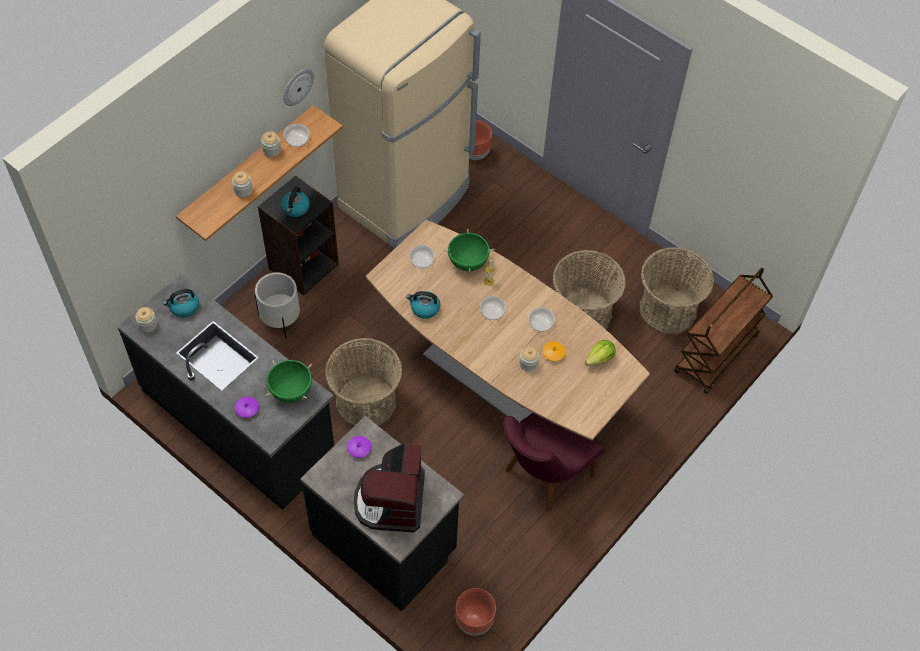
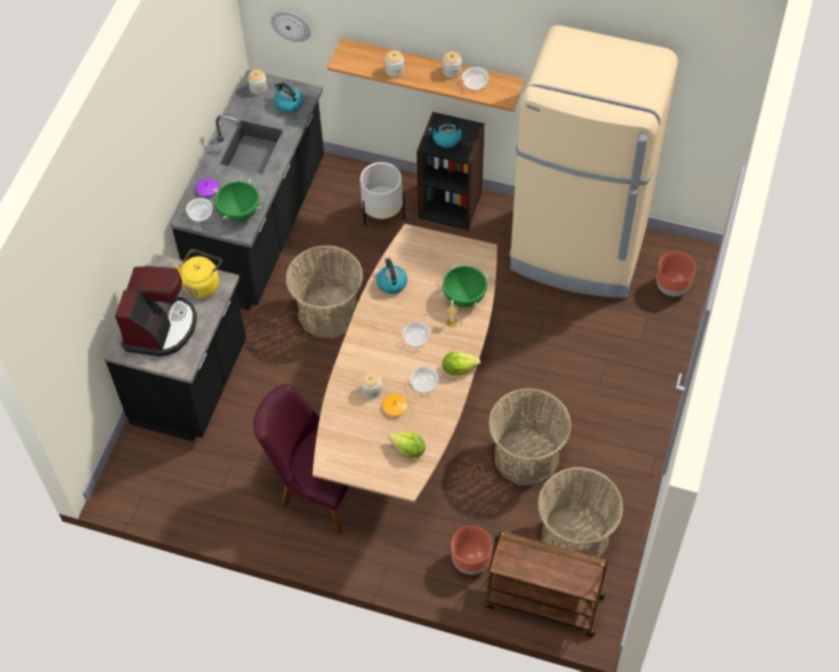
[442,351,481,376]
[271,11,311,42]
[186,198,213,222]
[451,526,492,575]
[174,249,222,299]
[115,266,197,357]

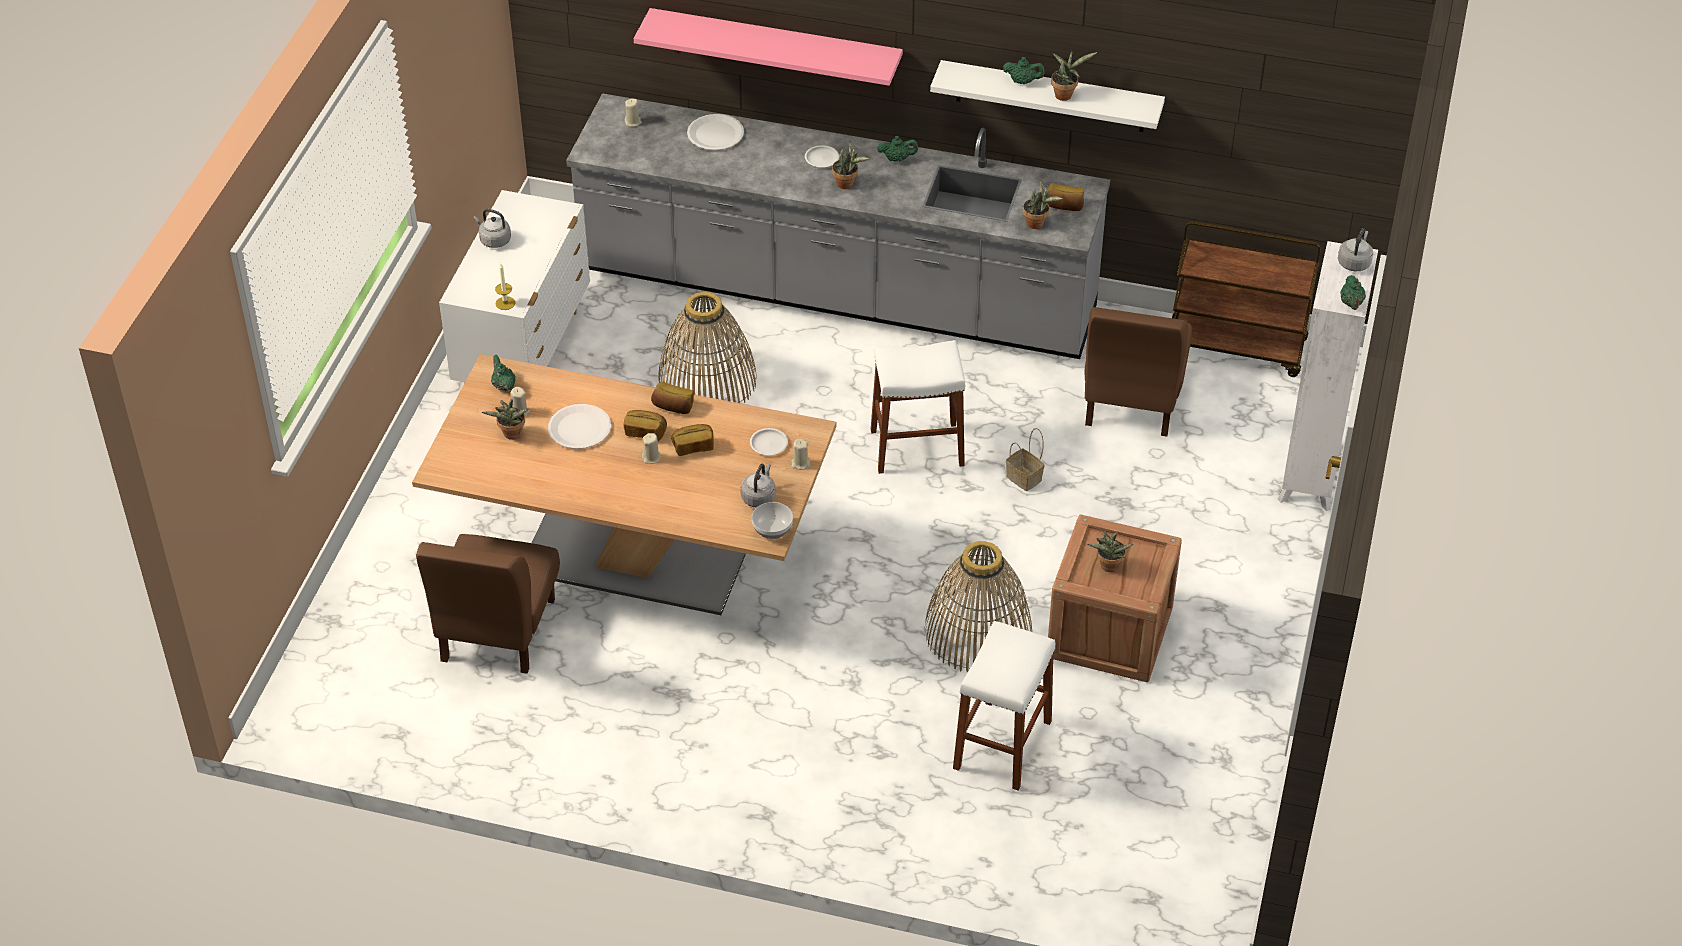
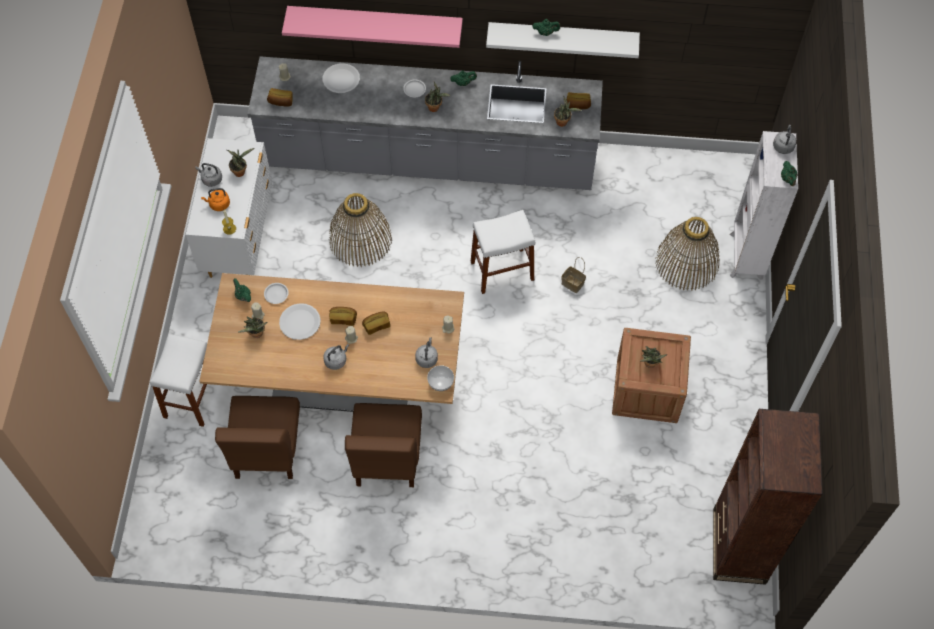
[1172,221,1321,377] (first image)
[201,188,230,211]
[323,344,349,370]
[713,409,823,585]
[267,88,293,107]
[264,283,289,304]
[656,217,720,291]
[150,334,207,427]
[227,148,254,177]
[345,403,422,487]

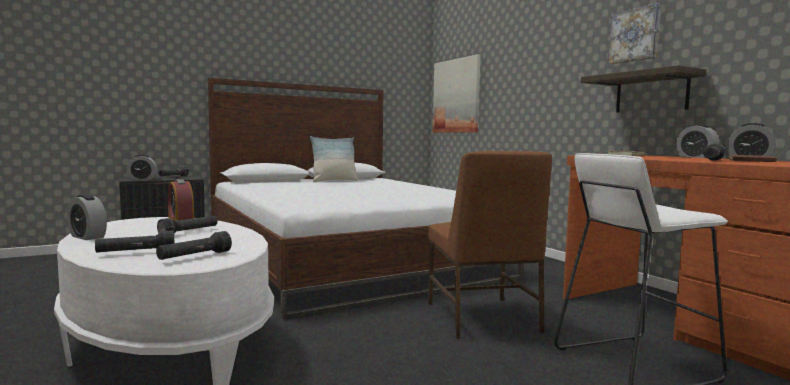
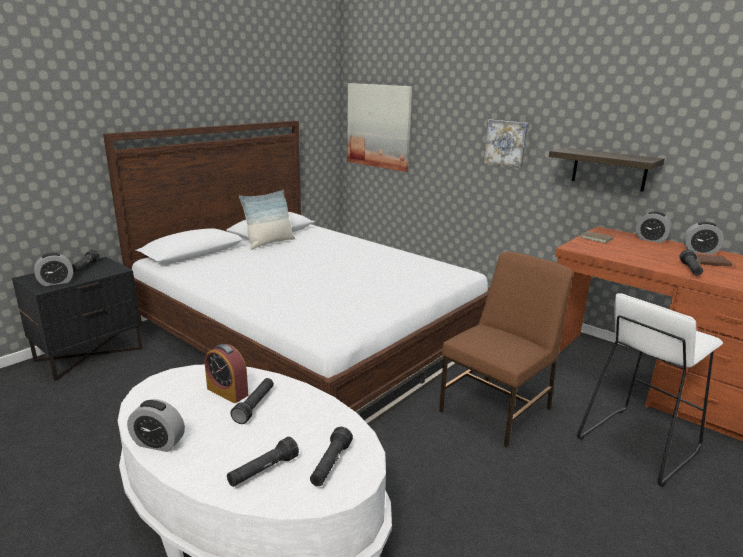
[483,120,529,168]
[439,251,573,447]

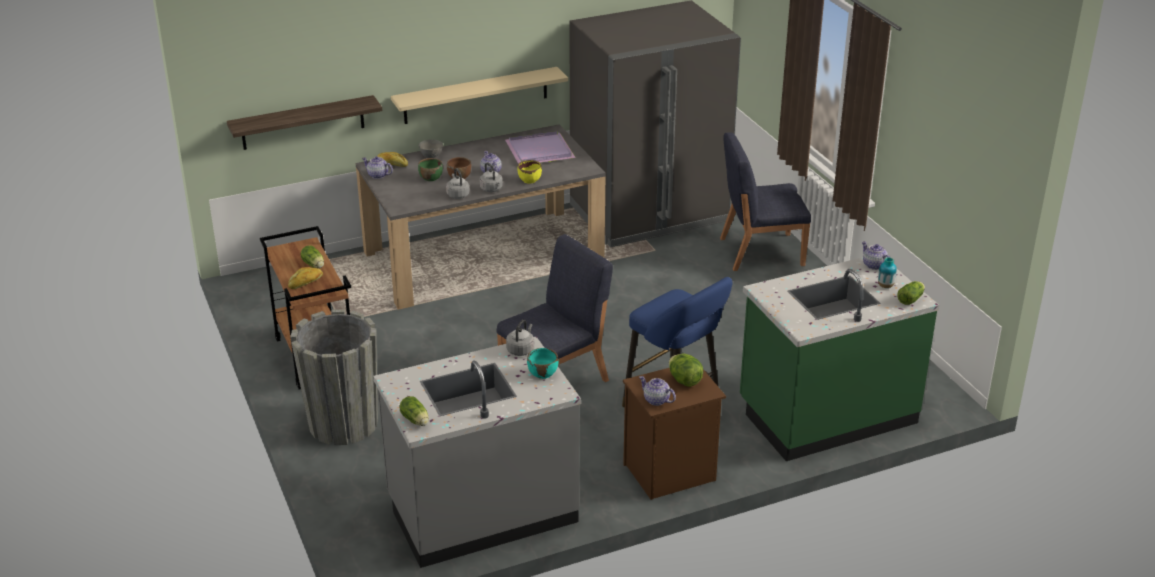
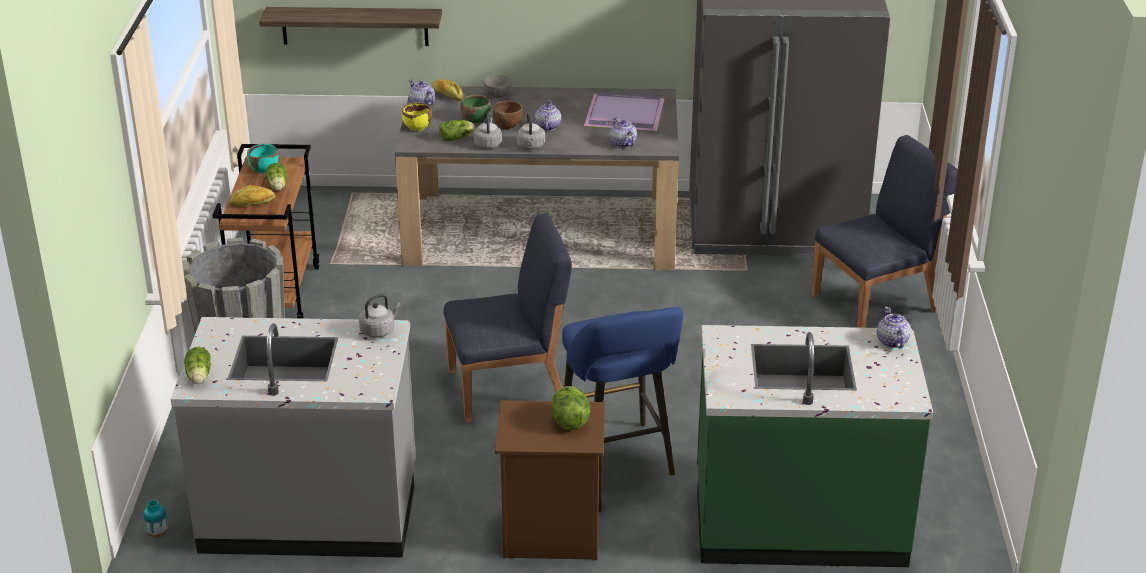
[391,67,568,124] (first image)
[402,102,432,131]
[247,144,279,173]
[610,117,637,148]
[143,499,168,538]
[439,120,475,141]
[811,135,958,328]

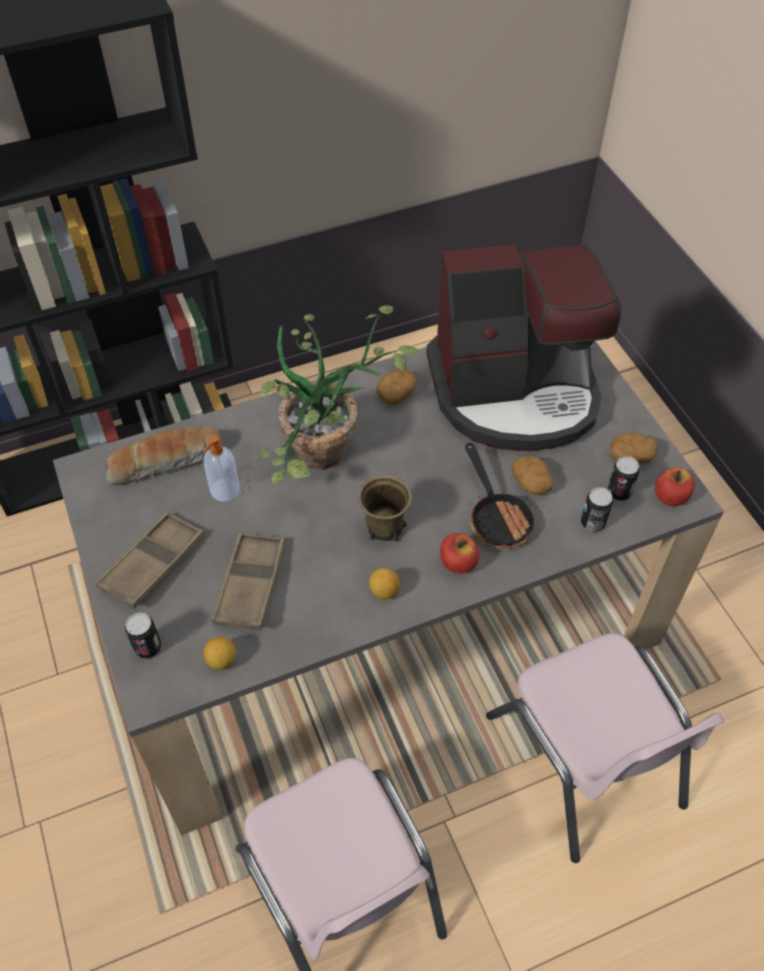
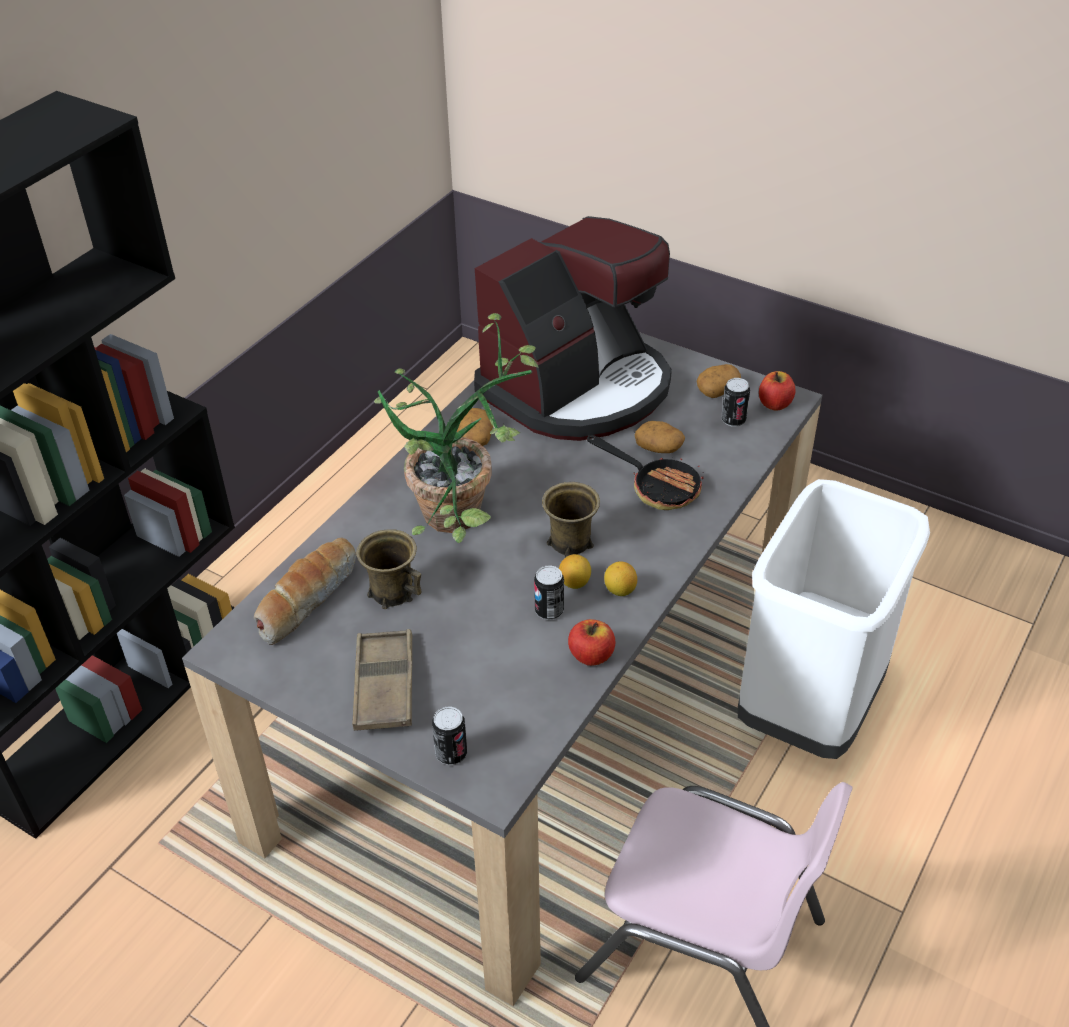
[212,532,286,630] (first image)
[559,554,591,589]
[568,619,615,666]
[534,565,564,620]
[356,529,422,609]
[738,479,930,759]

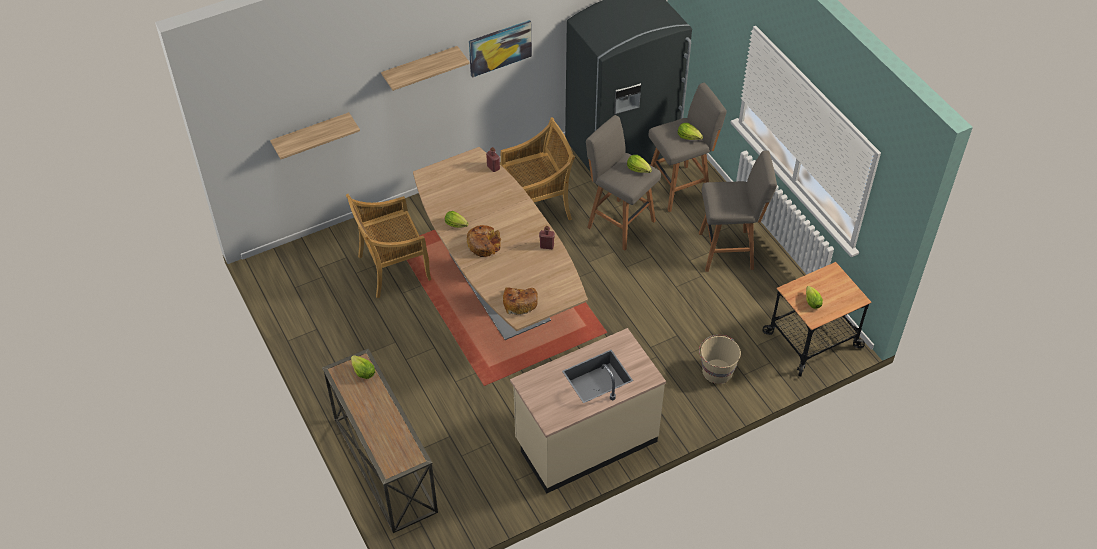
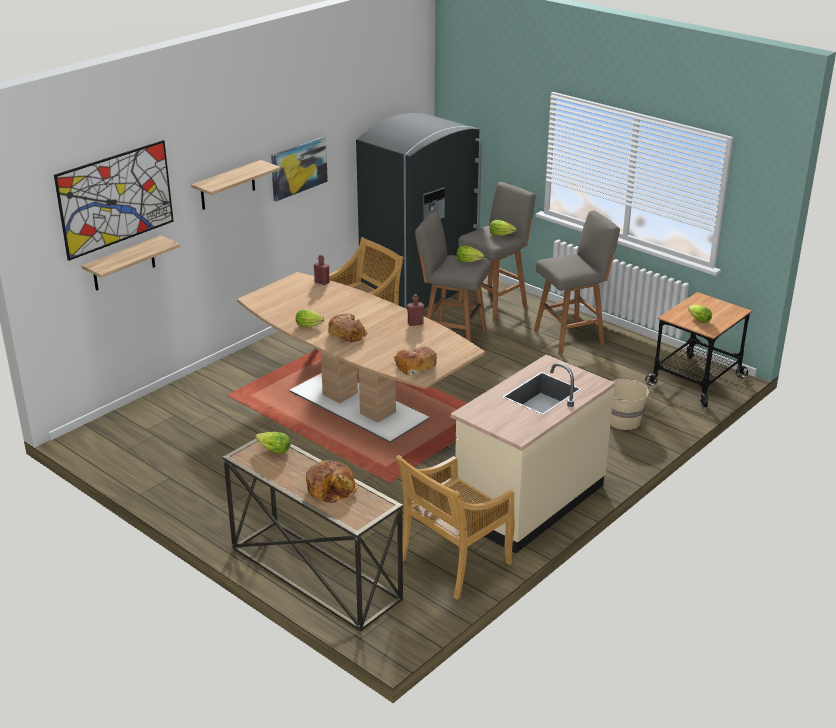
[54,140,174,261]
[306,460,357,503]
[396,455,515,600]

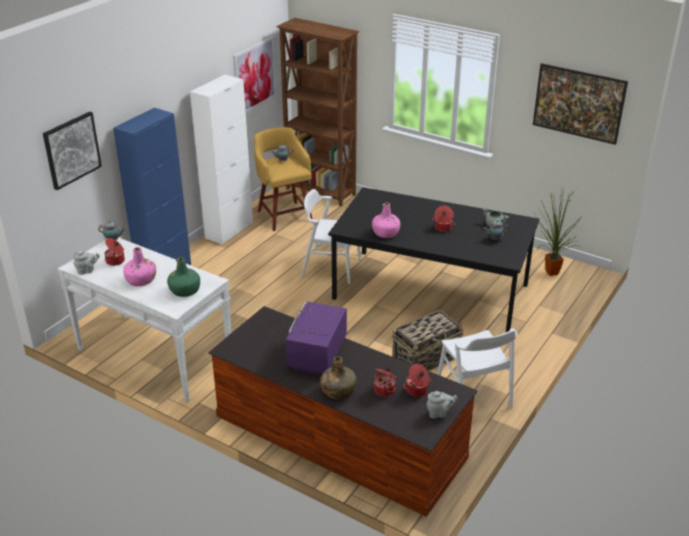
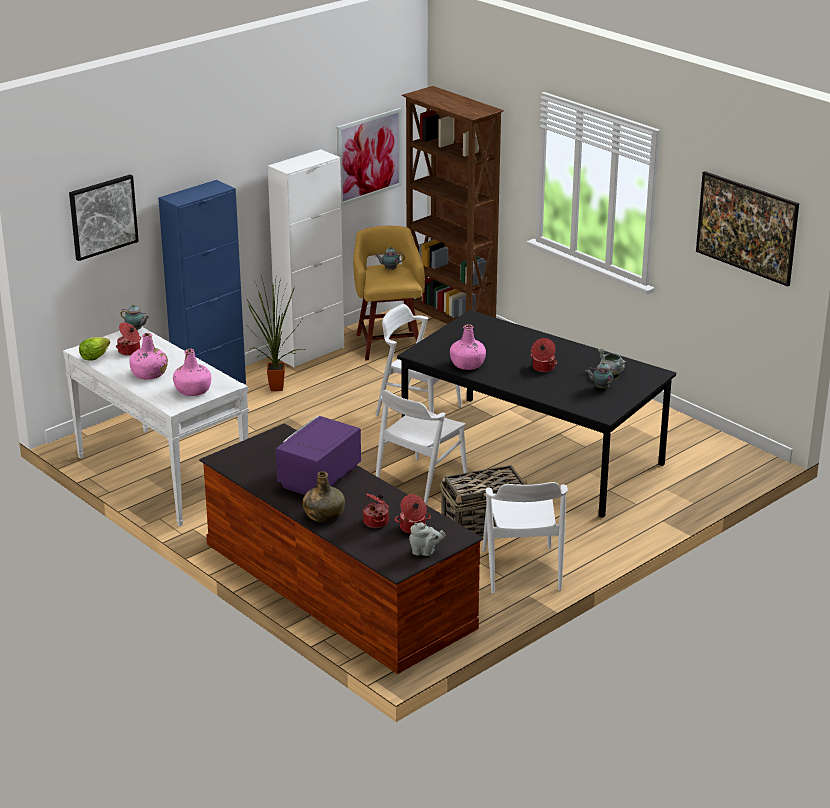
[376,390,467,505]
[246,276,305,391]
[79,337,110,361]
[173,349,211,396]

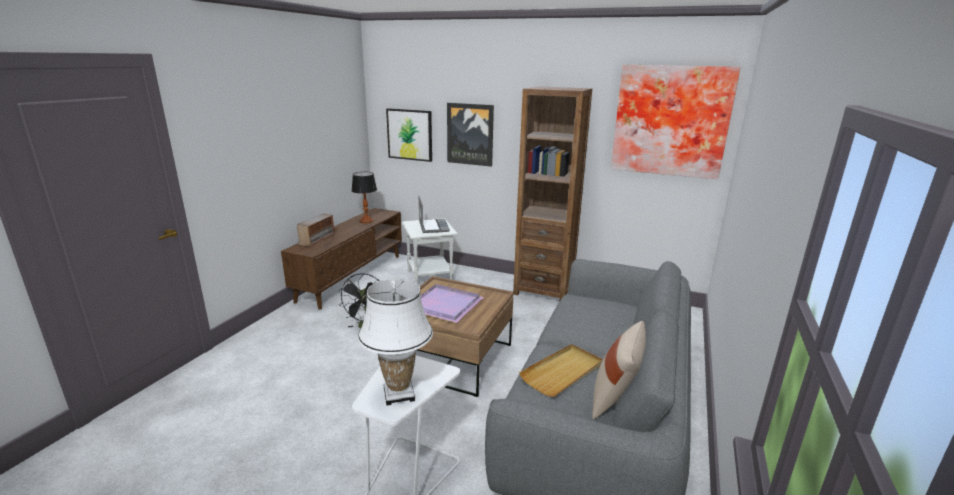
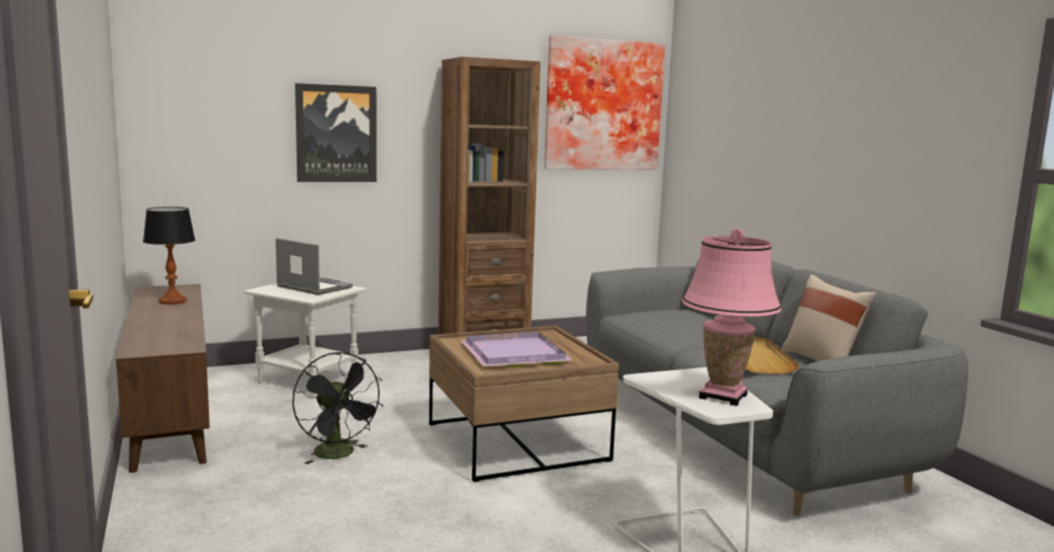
[297,214,336,247] (first image)
[386,108,432,162] (first image)
[682,228,782,406]

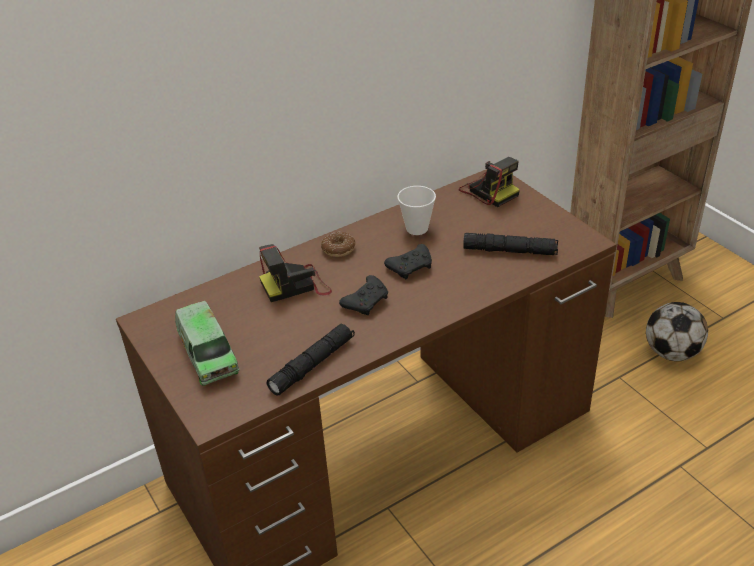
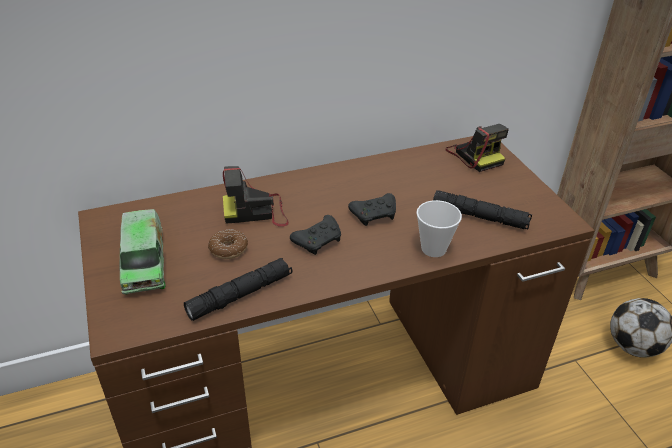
[208,229,248,259]
[417,200,462,257]

